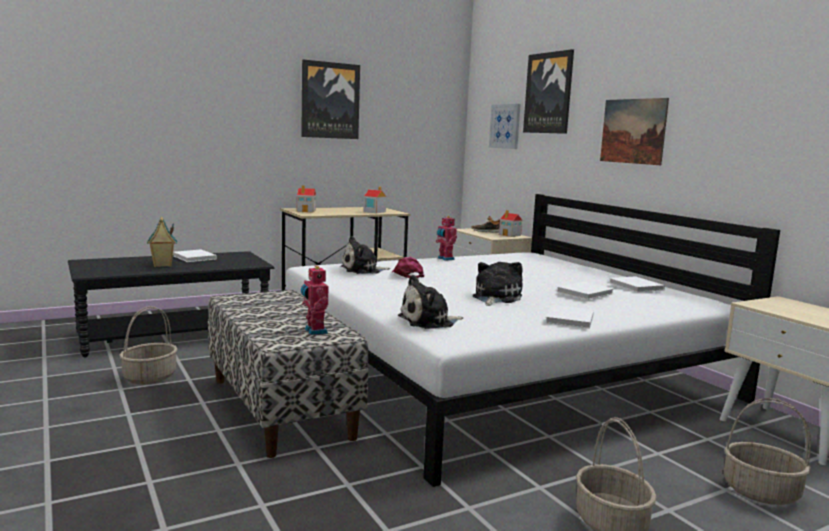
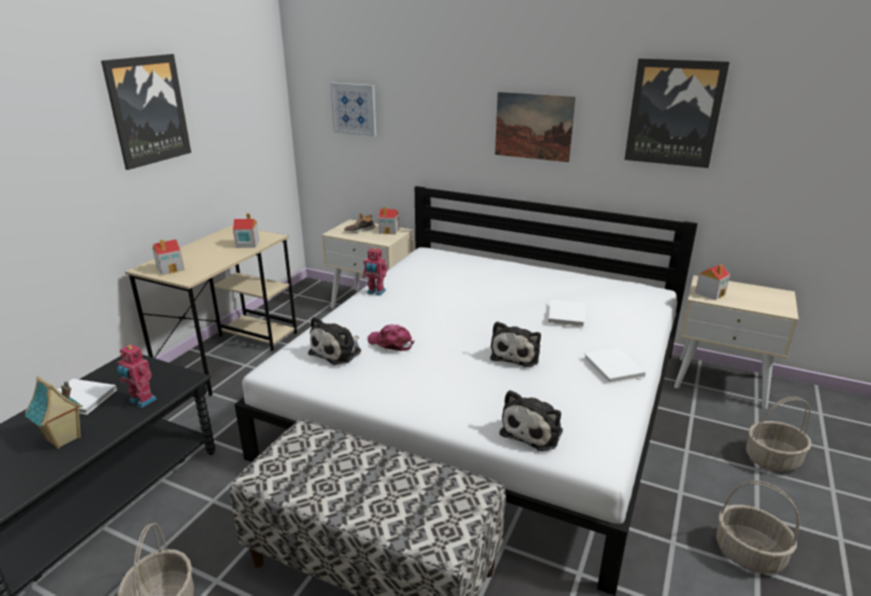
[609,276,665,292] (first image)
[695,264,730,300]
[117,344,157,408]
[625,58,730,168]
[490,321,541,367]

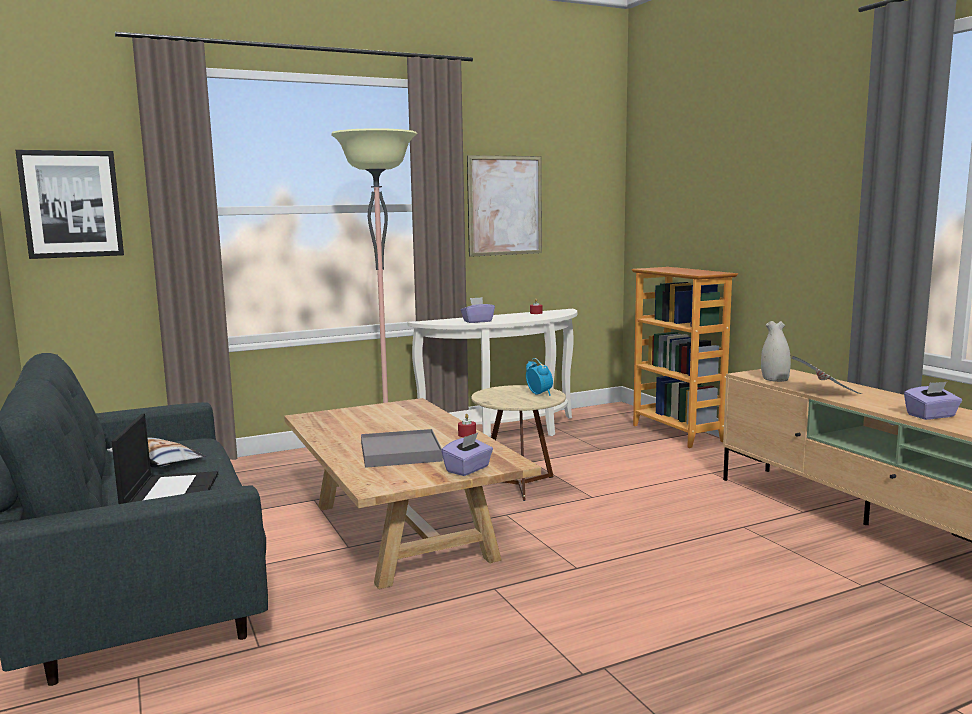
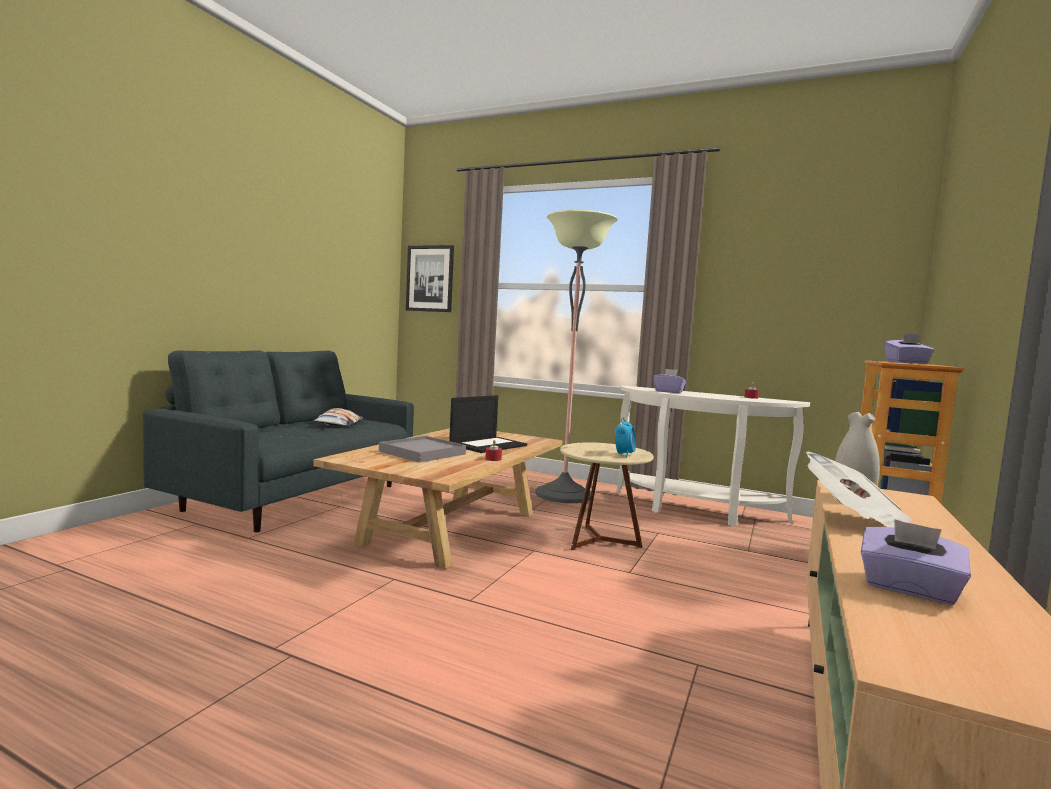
[467,155,542,257] (first image)
[449,395,527,453]
[884,333,934,364]

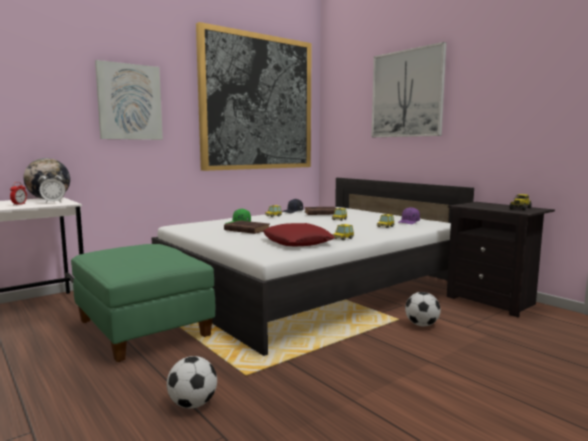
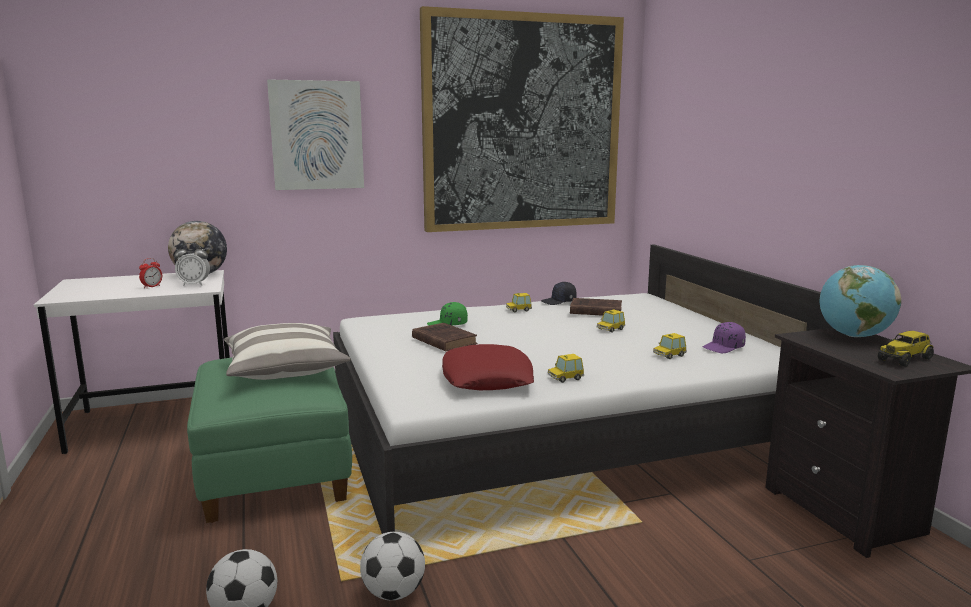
[371,42,446,137] (first image)
[224,323,351,380]
[820,265,901,337]
[360,532,425,600]

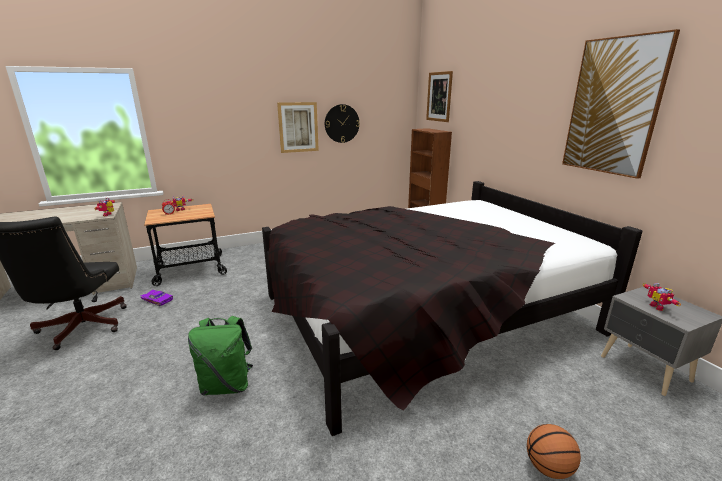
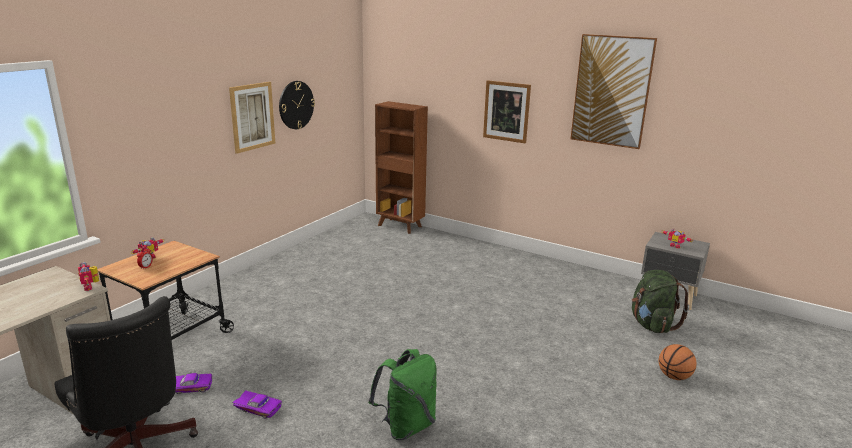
[262,181,643,436] (first image)
[232,390,282,419]
[632,270,689,333]
[483,80,531,143]

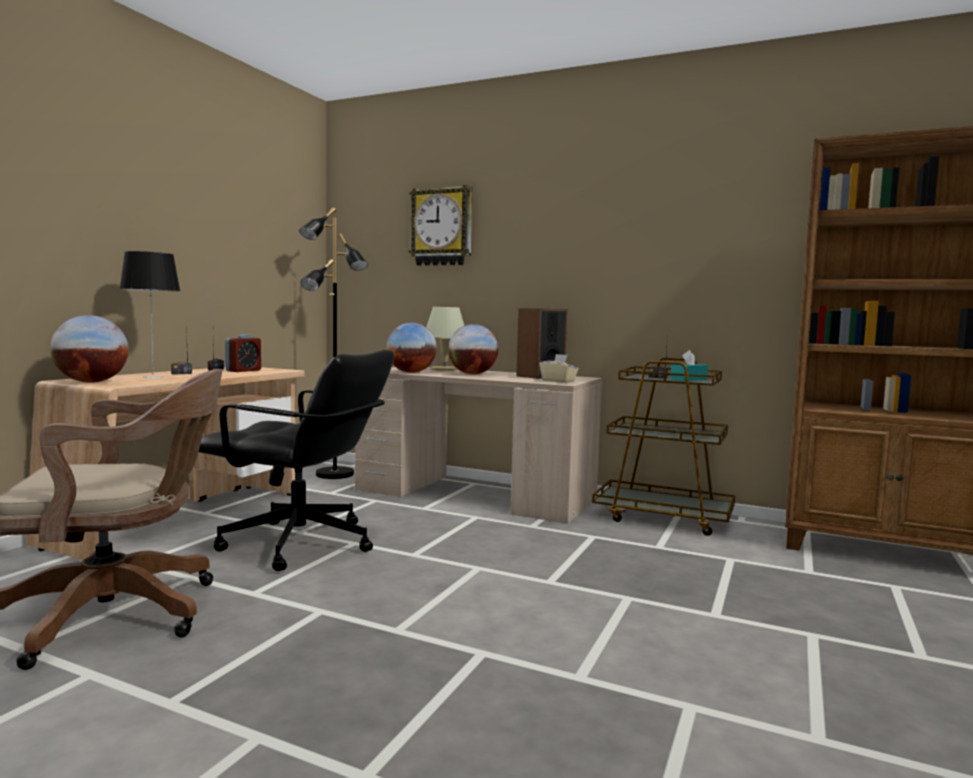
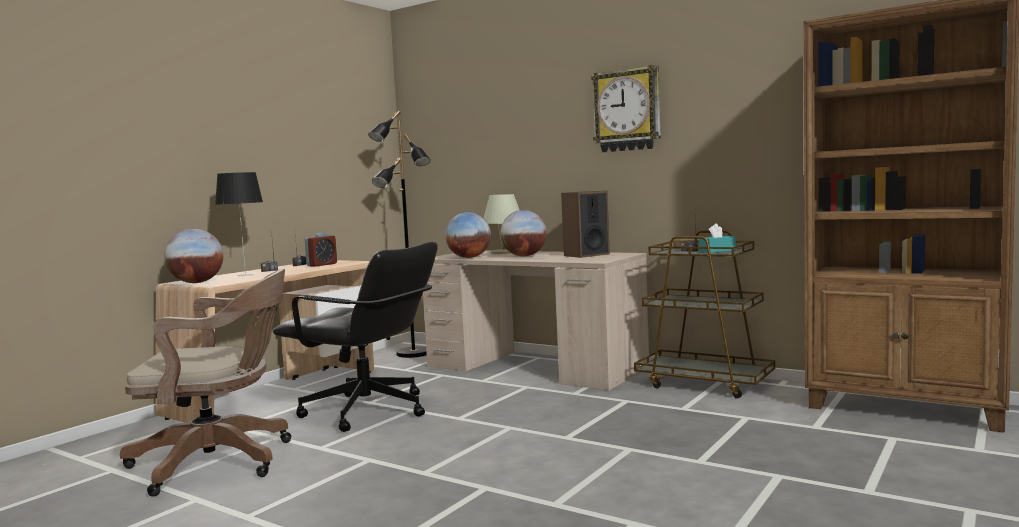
[539,354,579,383] (first image)
[591,65,661,152]

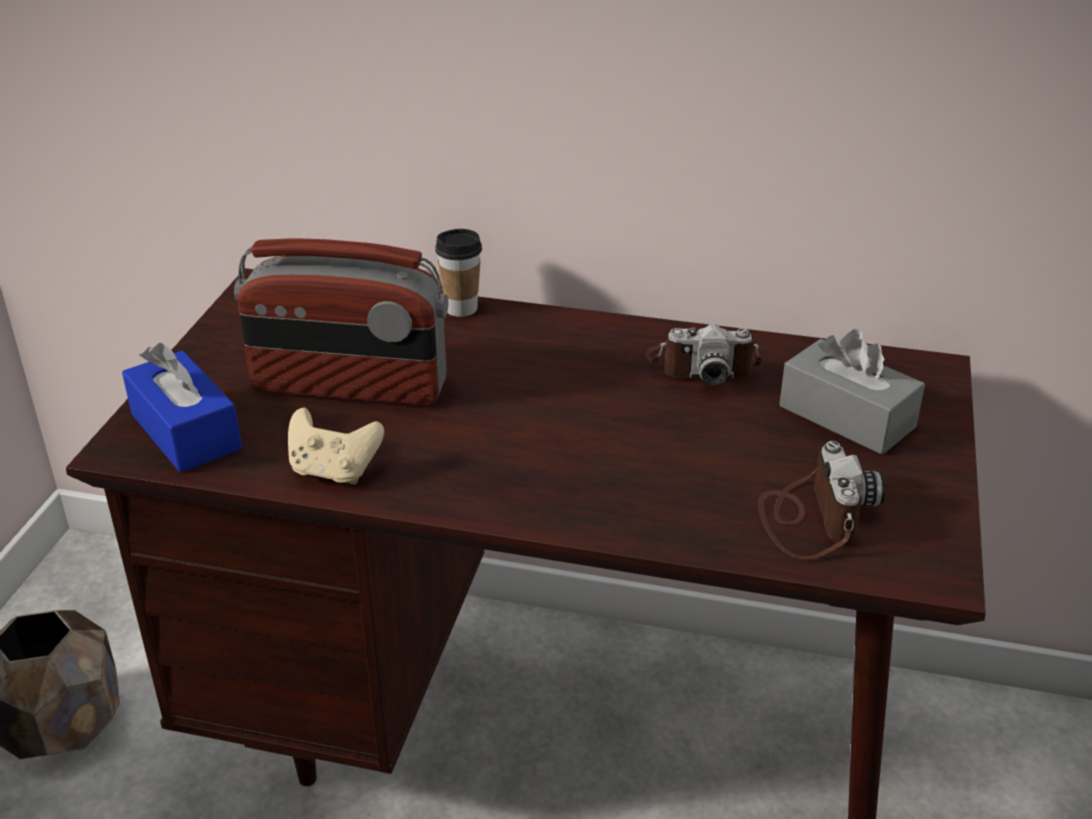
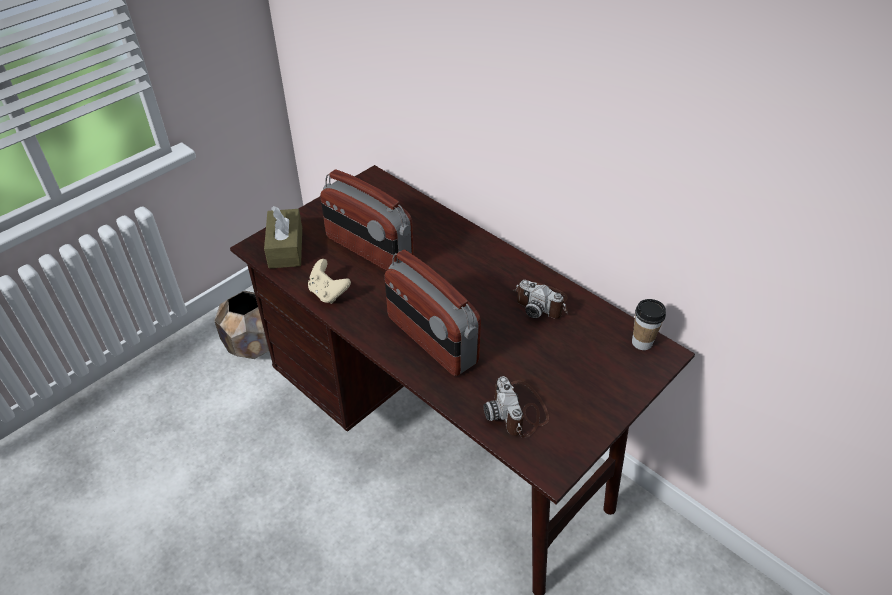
[779,329,925,455] (first image)
[385,250,481,376]
[632,299,666,350]
[264,206,302,269]
[484,376,549,438]

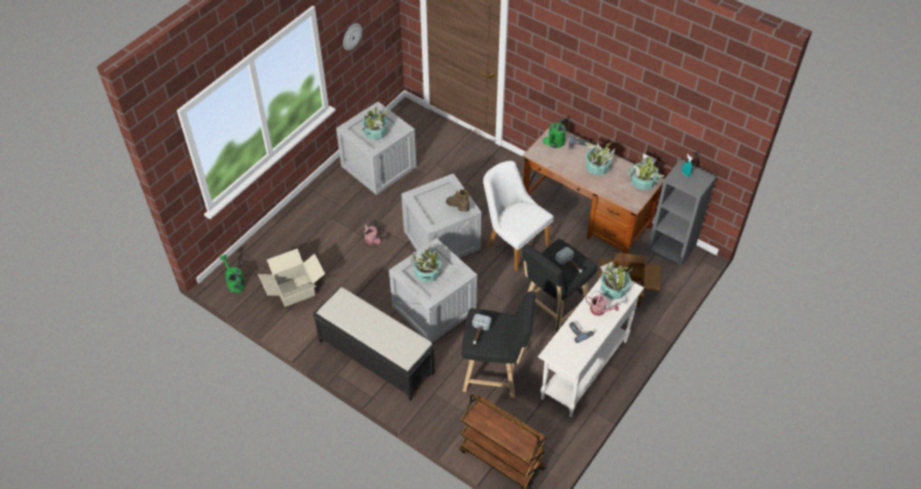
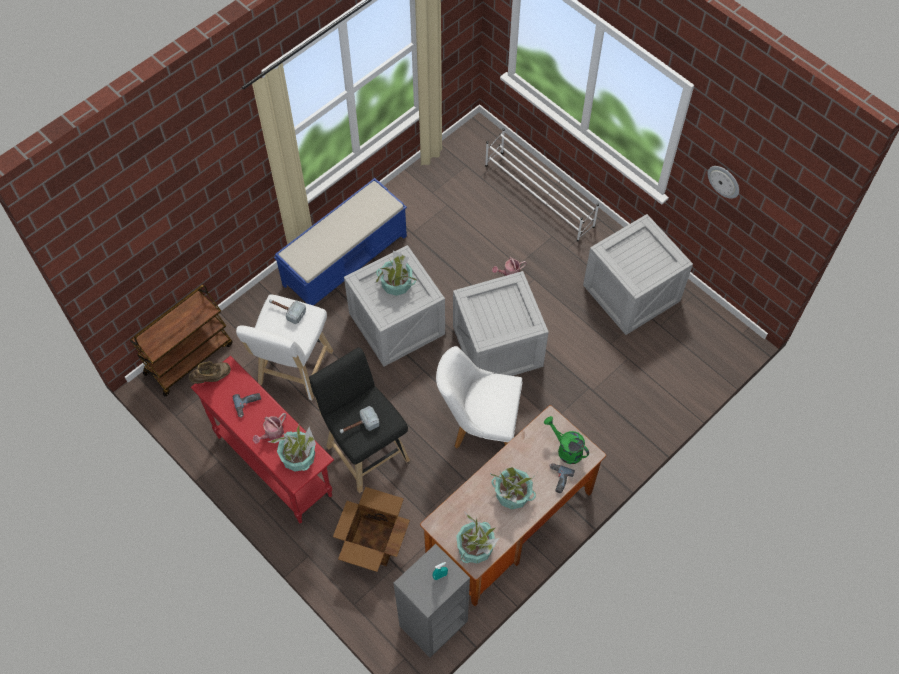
[220,255,245,293] (first image)
[258,248,325,307] (first image)
[362,106,388,140] (first image)
[485,128,599,242]
[189,361,231,384]
[274,178,407,306]
[236,294,333,400]
[191,356,334,523]
[436,346,522,449]

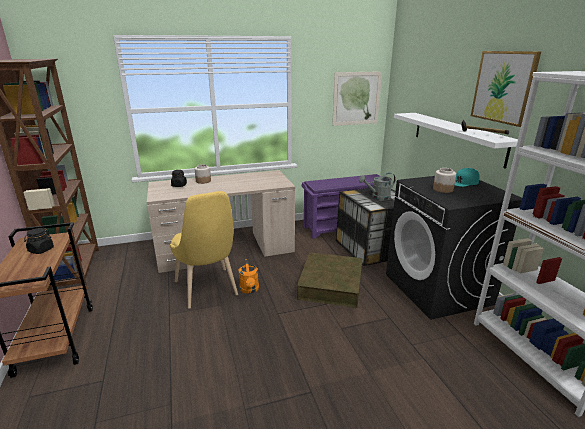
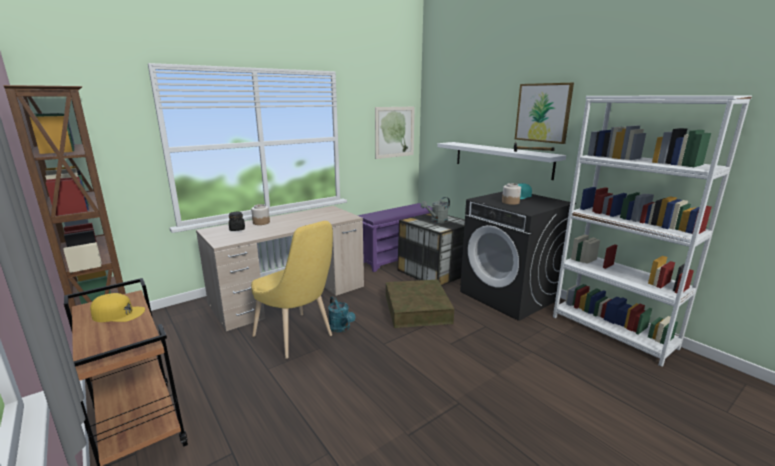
[90,293,145,322]
[328,297,355,332]

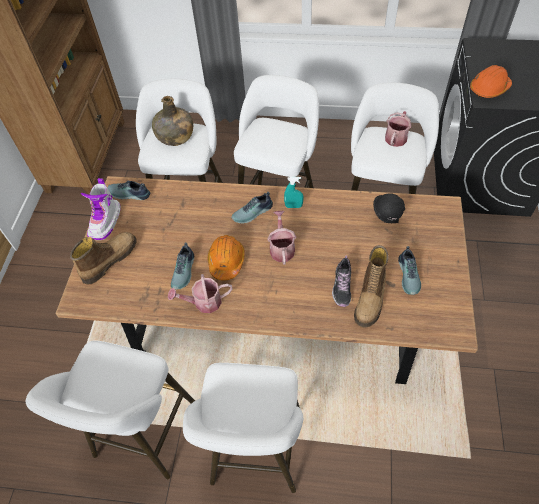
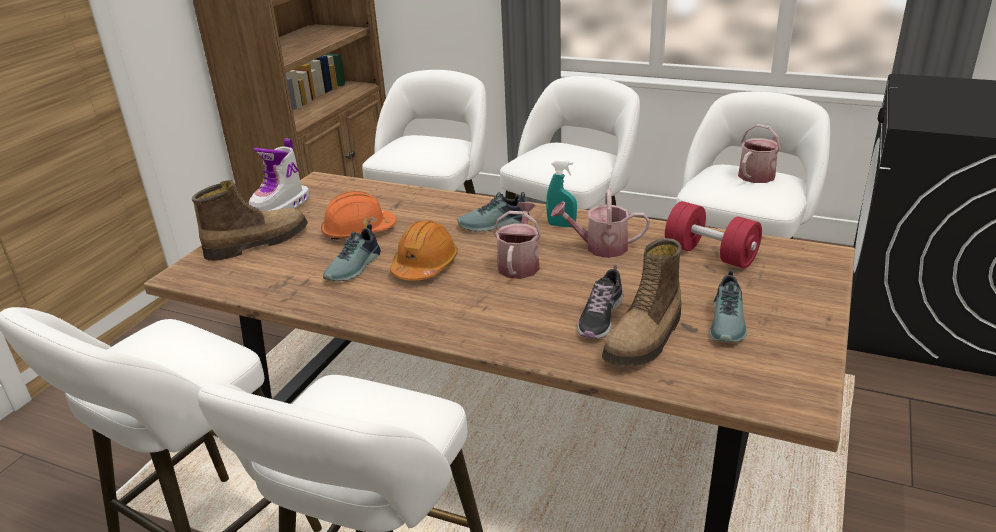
[108,180,150,200] (first image)
[152,96,193,146] (first image)
[551,189,650,258]
[321,191,397,240]
[665,201,762,269]

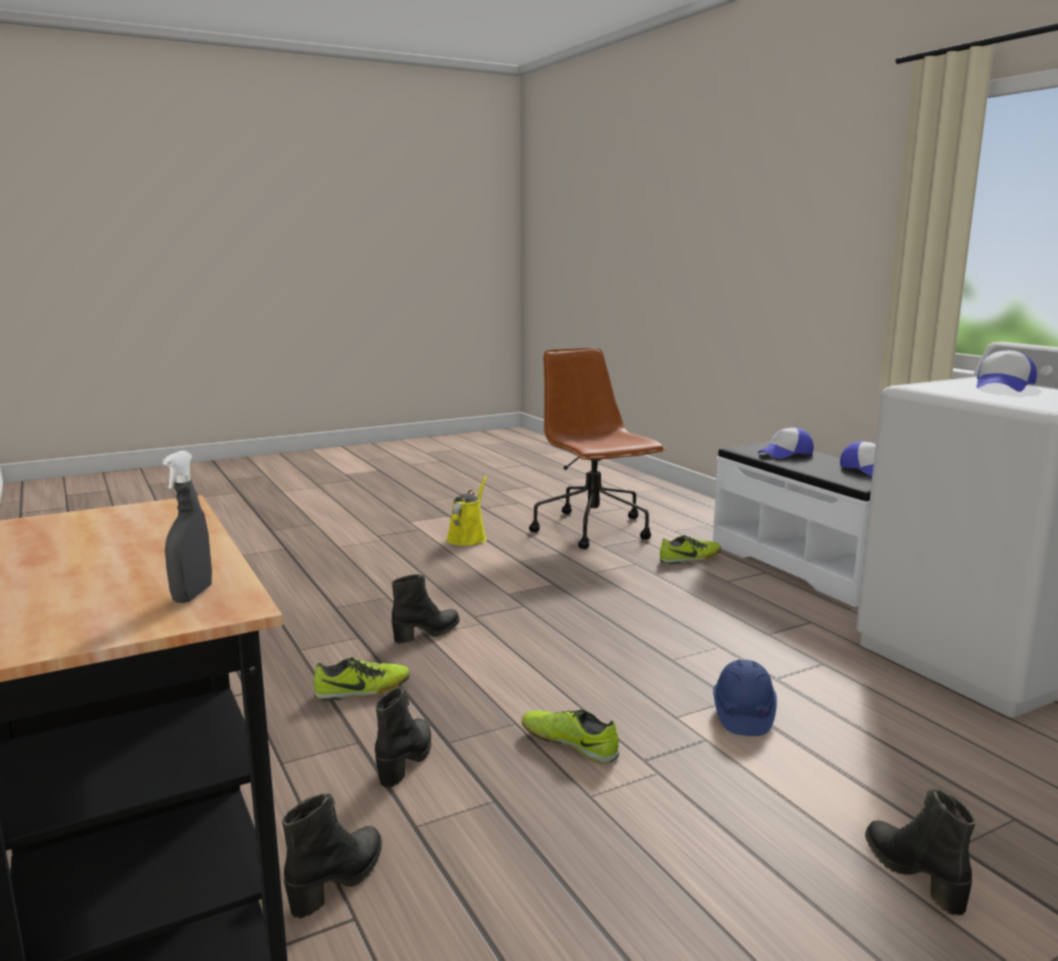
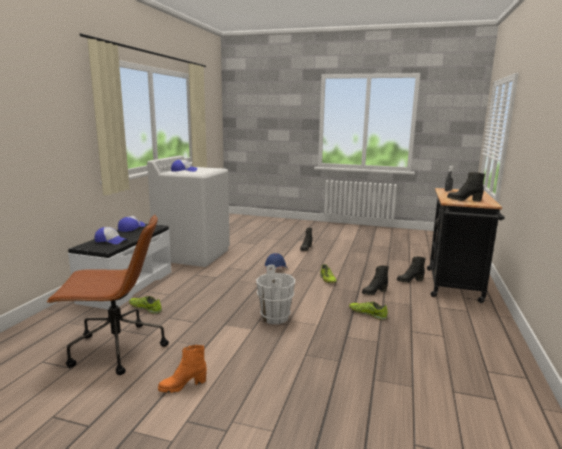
[256,265,295,324]
[447,172,485,201]
[158,345,207,393]
[46,215,169,375]

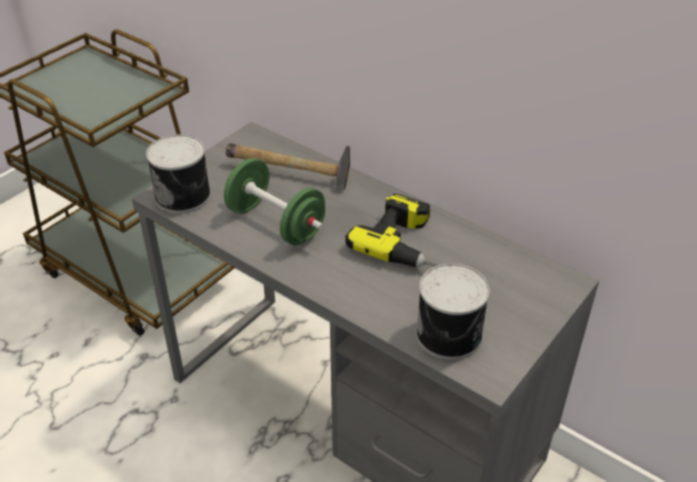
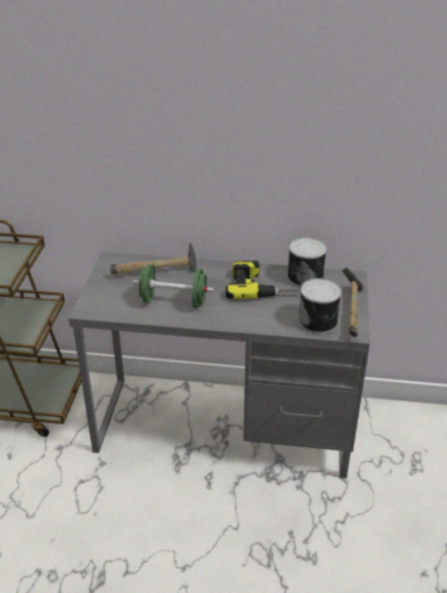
[342,267,364,337]
[287,237,327,288]

